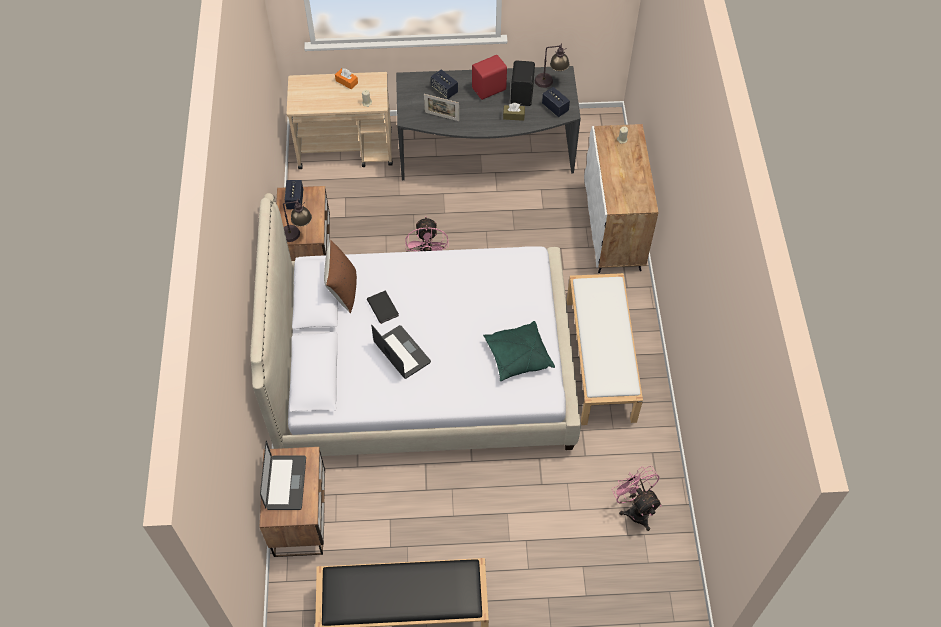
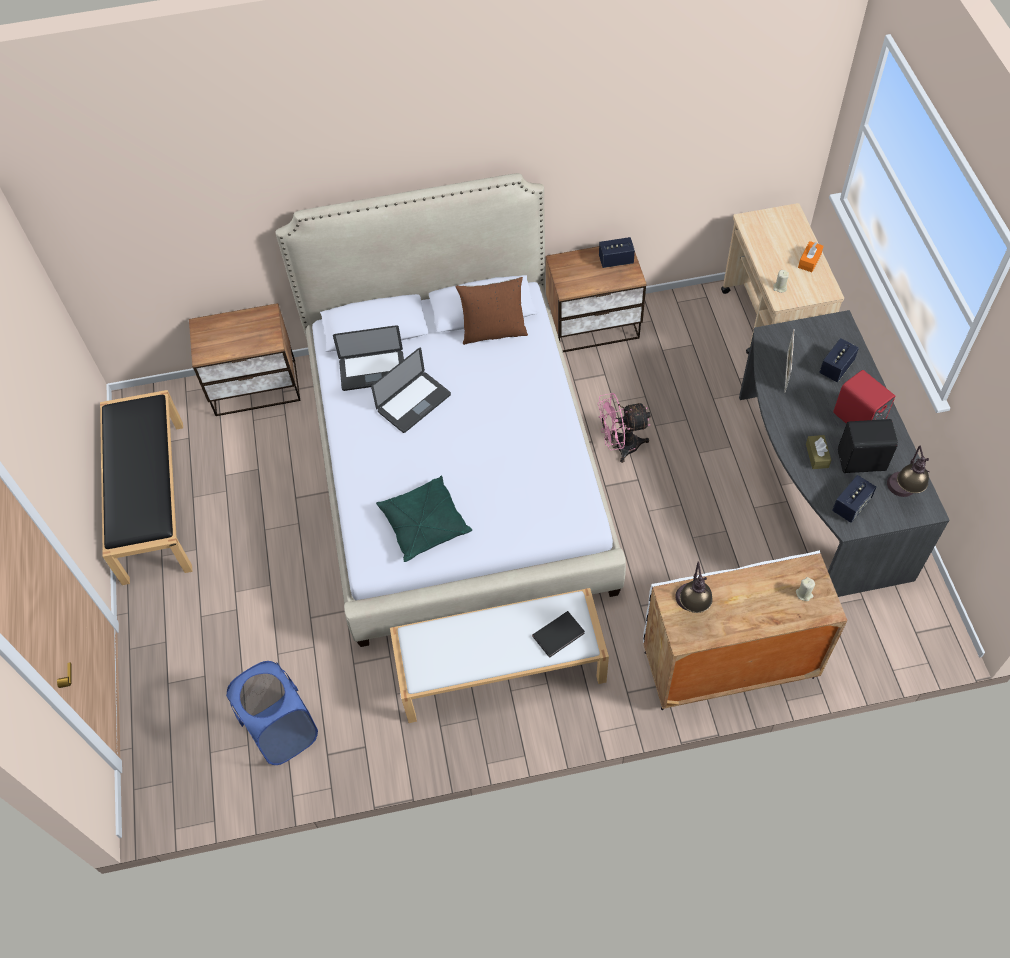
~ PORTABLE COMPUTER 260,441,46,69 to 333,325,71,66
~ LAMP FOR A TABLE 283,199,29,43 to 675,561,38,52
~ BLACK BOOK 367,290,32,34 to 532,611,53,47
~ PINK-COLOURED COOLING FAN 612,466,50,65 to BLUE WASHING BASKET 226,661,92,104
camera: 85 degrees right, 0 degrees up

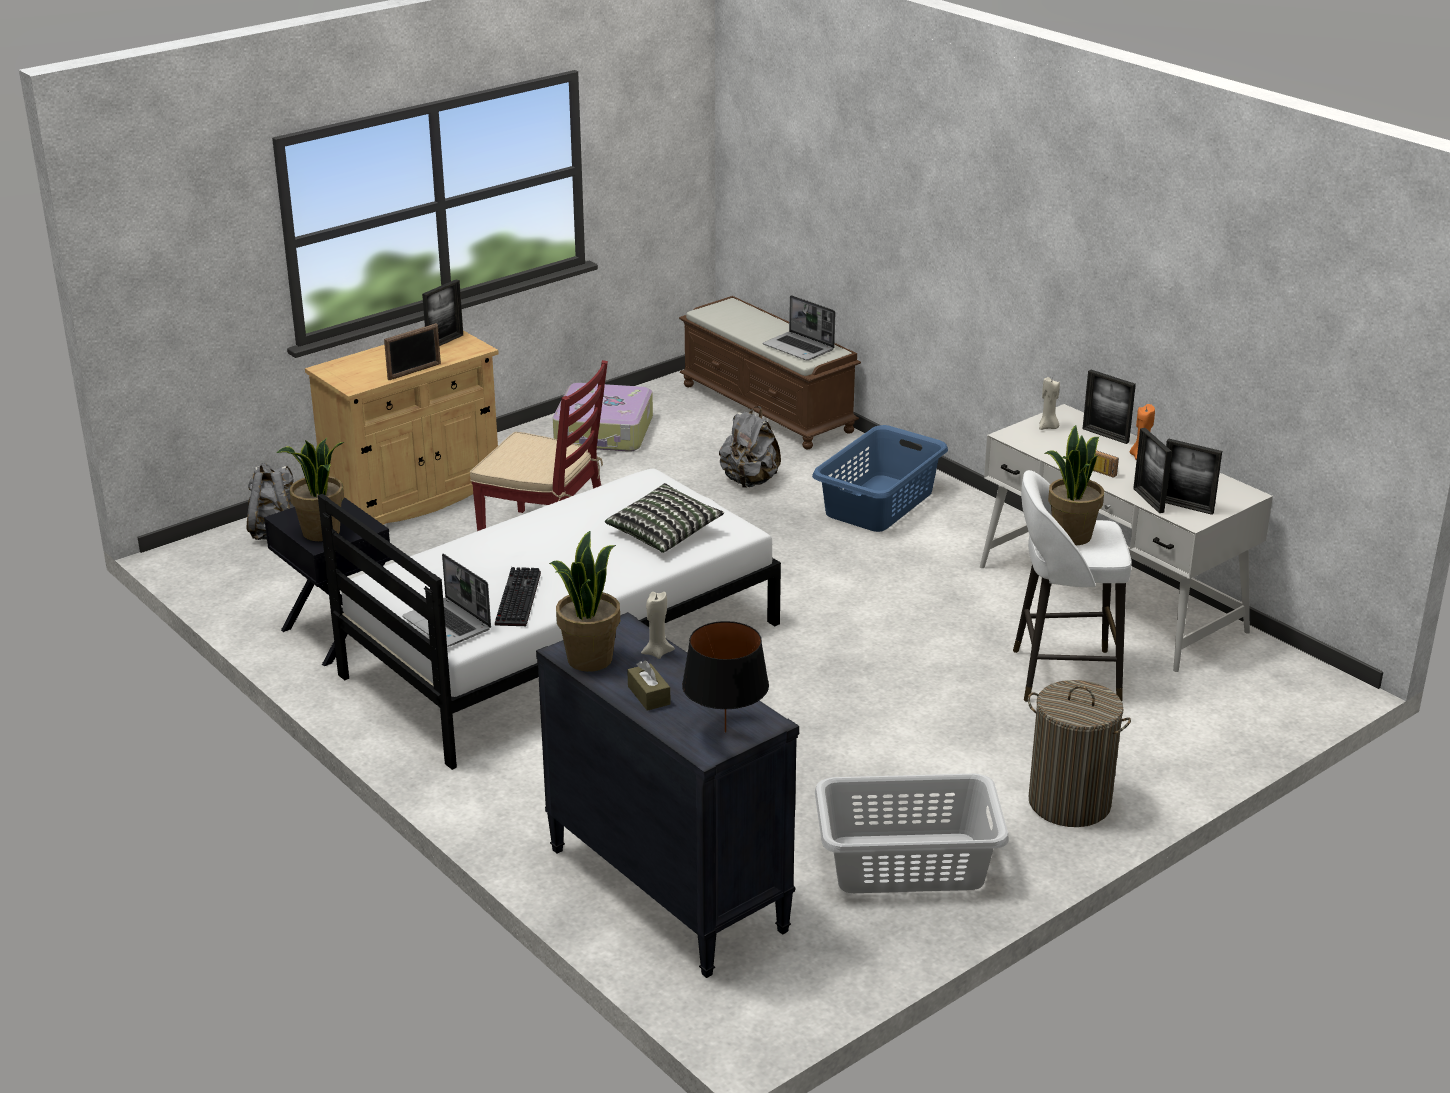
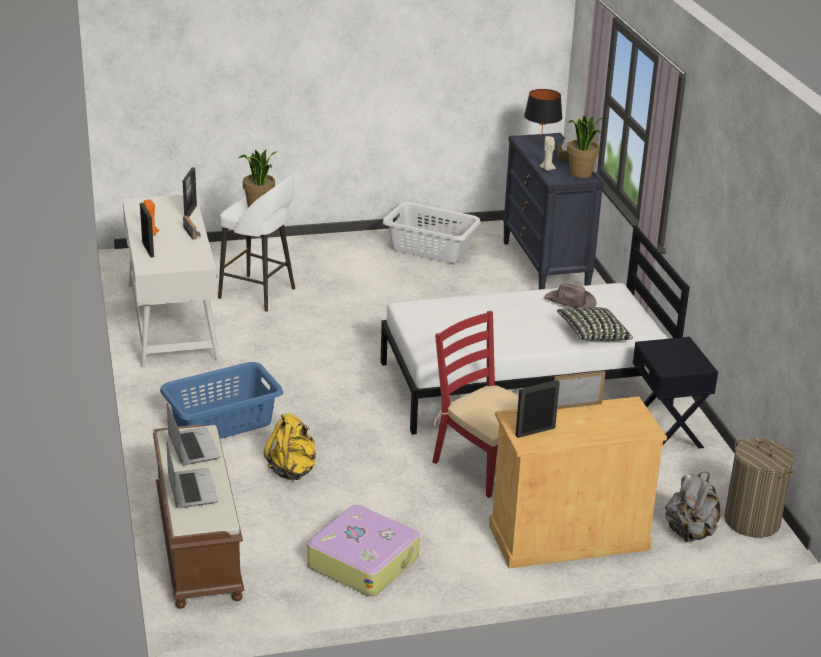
- PLANT IN A POT 276,438,68,103
~ PORTABLE COMPUTER 402,554,89,93 to 166,442,52,66
~ COMPUTER KEYBOARD 495,567,46,59 to BROWNISH WEARABLE HAT 544,283,52,25
~ CUSHION 605,483,119,70 to 557,307,76,34
~ GREY KNAPSACK 719,406,62,82 to YELLOW KNAPSACK 264,413,52,67
~ WASHING BASKET 1028,680,103,147 to 724,438,71,100
- SAND-COLOURED CANDLE 1039,377,21,53
- PICTURE FRAME 1166,439,56,76
camera: 155 degrees left, 0 degrees up

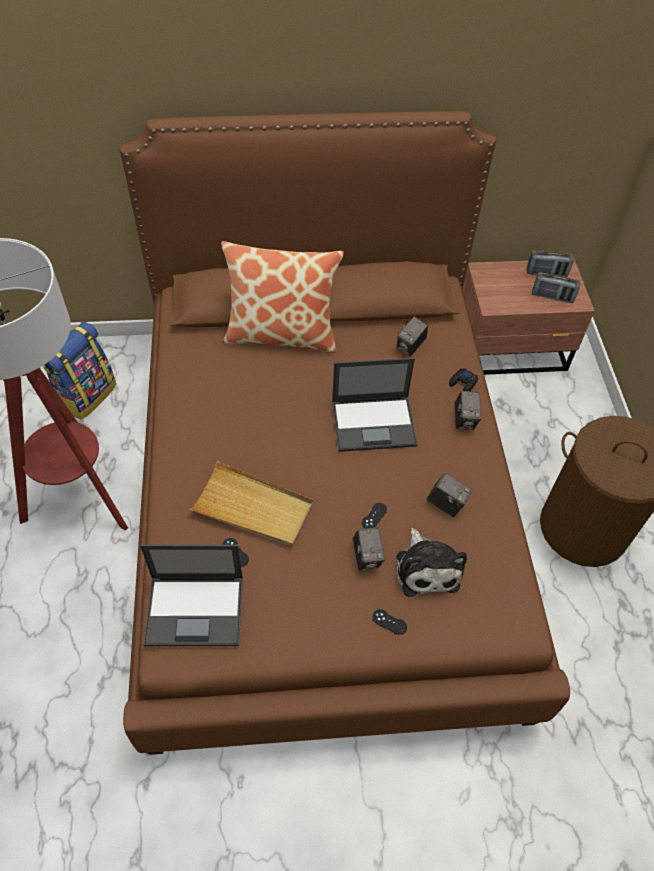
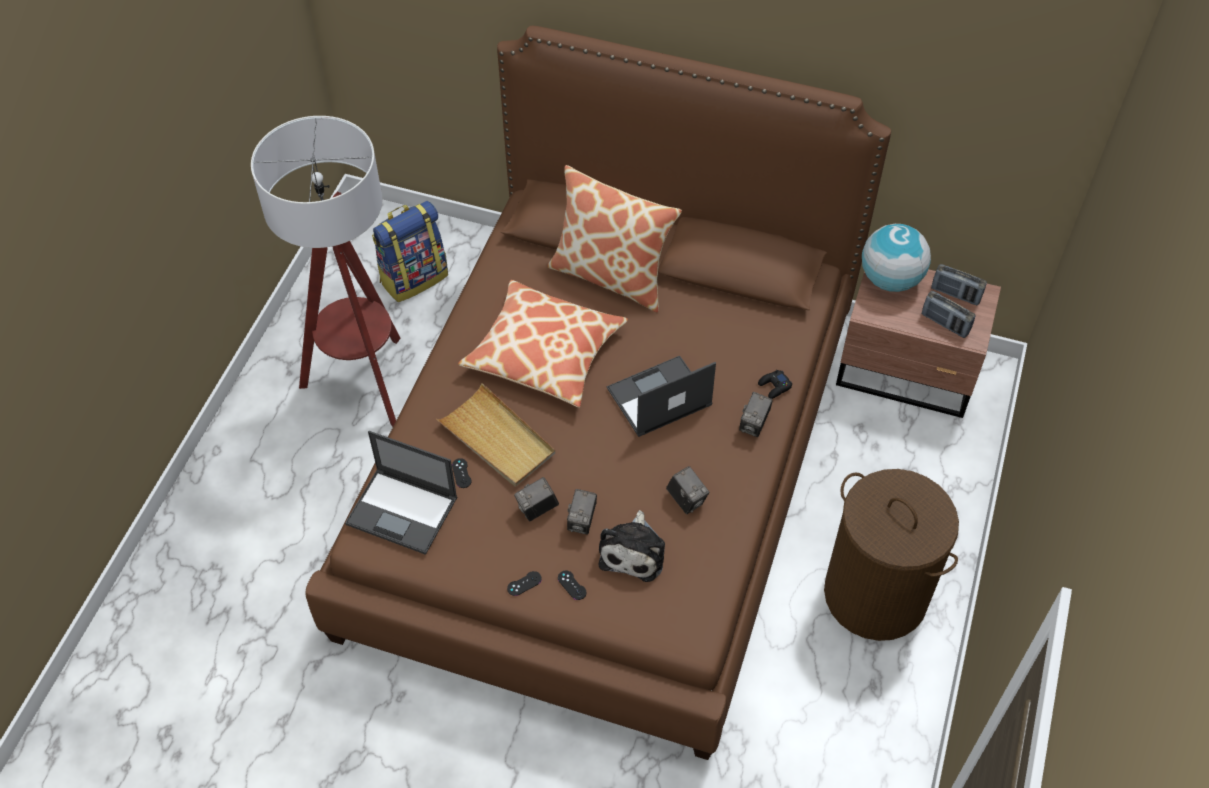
~ PORTABLE COMPUTER 332,358,86,94 = 606,356,110,81 135 degrees clockwise
~ BLACK JOYPAD 362,503,25,25 to 507,571,35,25
~ STILL CAMERA 397,317,31,40 to 514,477,45,44
+ CUSHION 458,280,170,127
+ GLOBE 862,224,69,68
camera: 25 degrees right, 0 degrees up

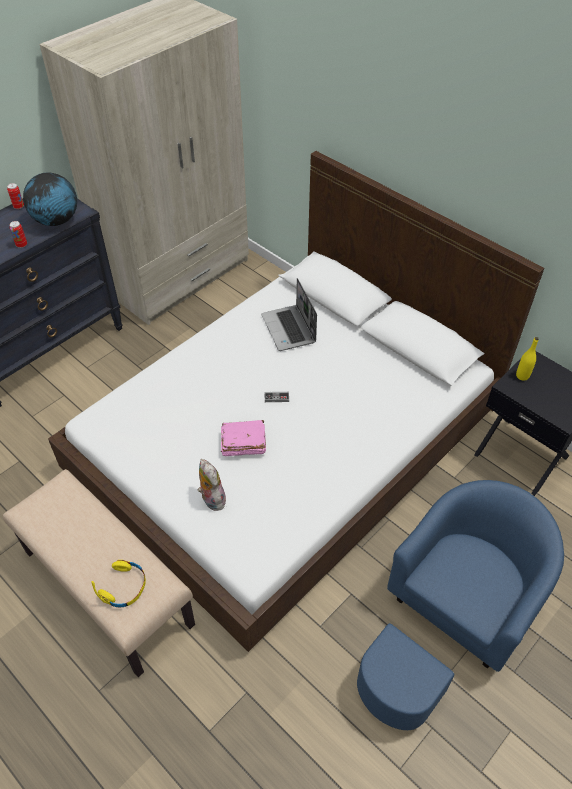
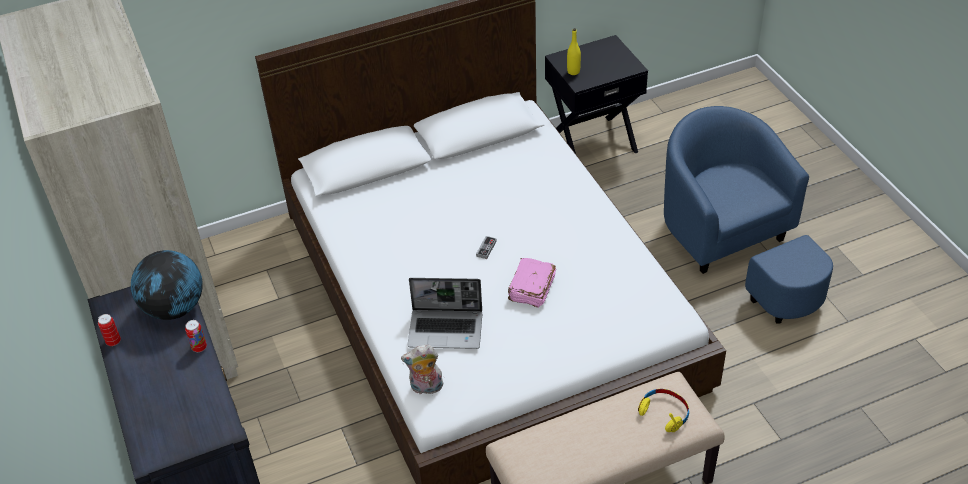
~ SOFT TOY 198,459,30,52 to 401,345,42,49
~ PORTABLE COMPUTER 262,278,55,73 to 408,278,74,71
camera: 65 degrees left, 5 degrees down

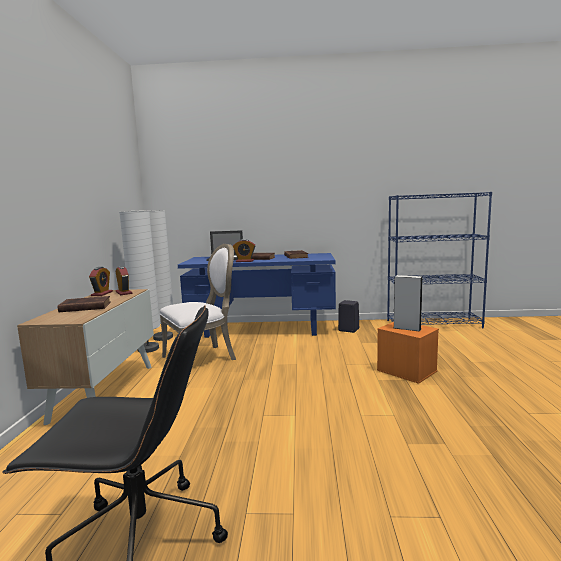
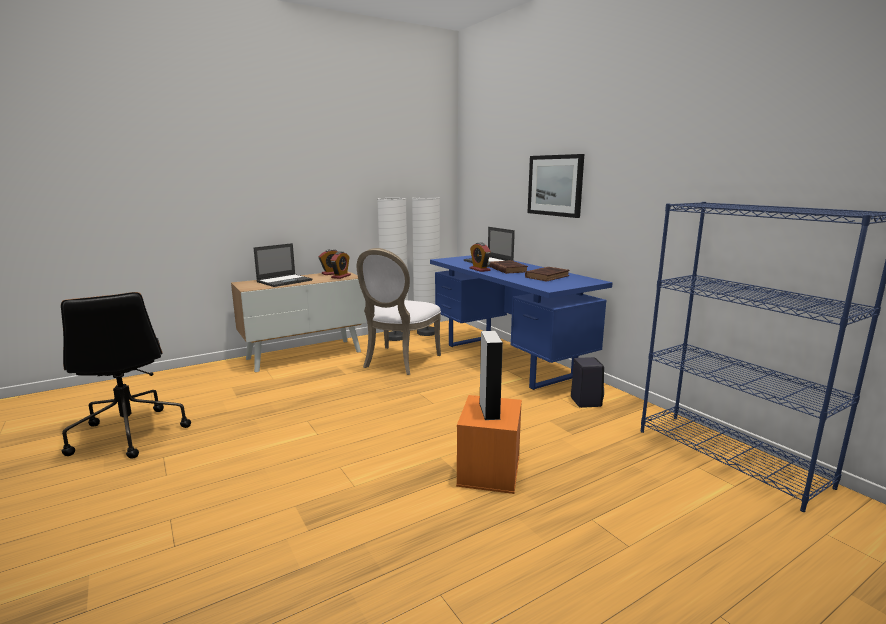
~ BROWNISH BOOK 58,296,53,16 to PORTABLE COMPUTER 254,243,58,44
~ WHITE PLAIN CHAIR 160,244,76,116 = 357,248,84,127 90 degrees clockwise
+ PICTURE 528,154,56,64
camera: 55 degrees right, 5 degrees up

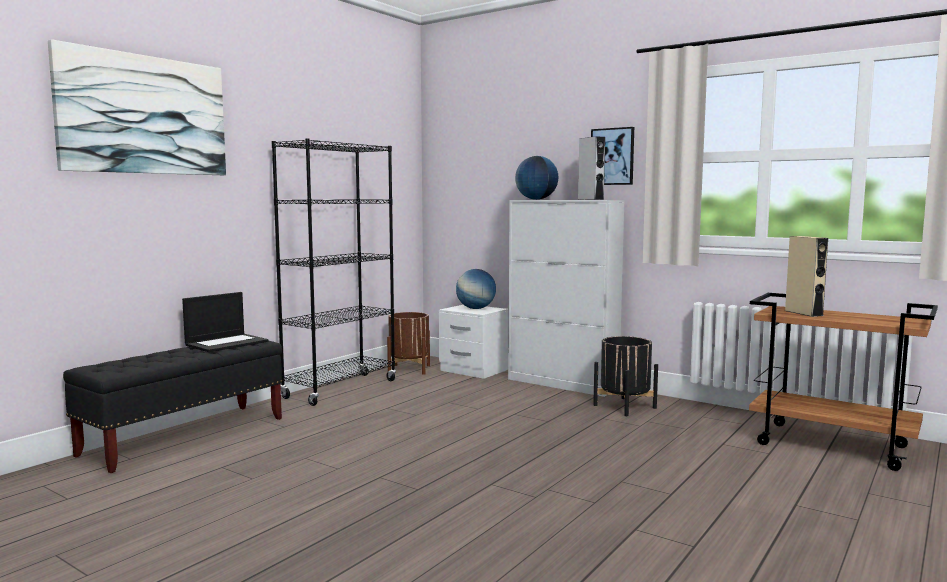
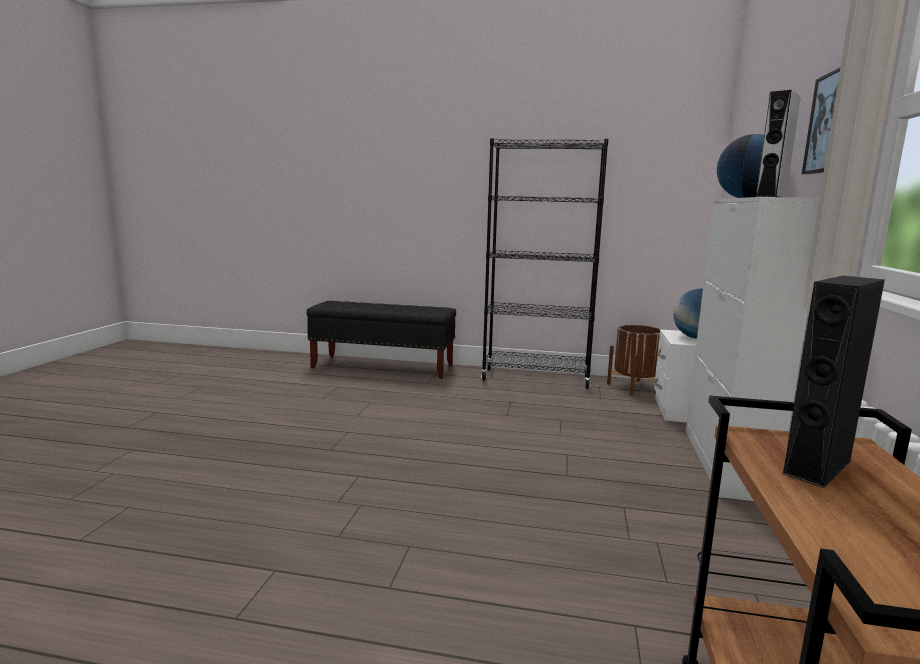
- PICTURE 48,39,178,136
- PORTABLE COMPUTER 182,292,86,60
- BLACK PLANT POT 593,336,65,80
~ SAND-COLOURED SPEAKER 785,236,43,81 to BLACK SPEAKER 782,276,103,212
camera: 65 degrees right, 5 degrees up

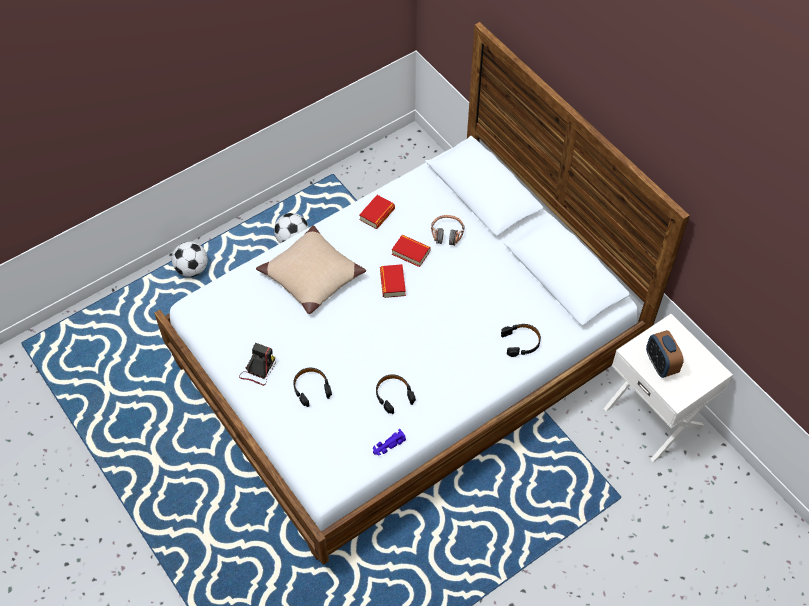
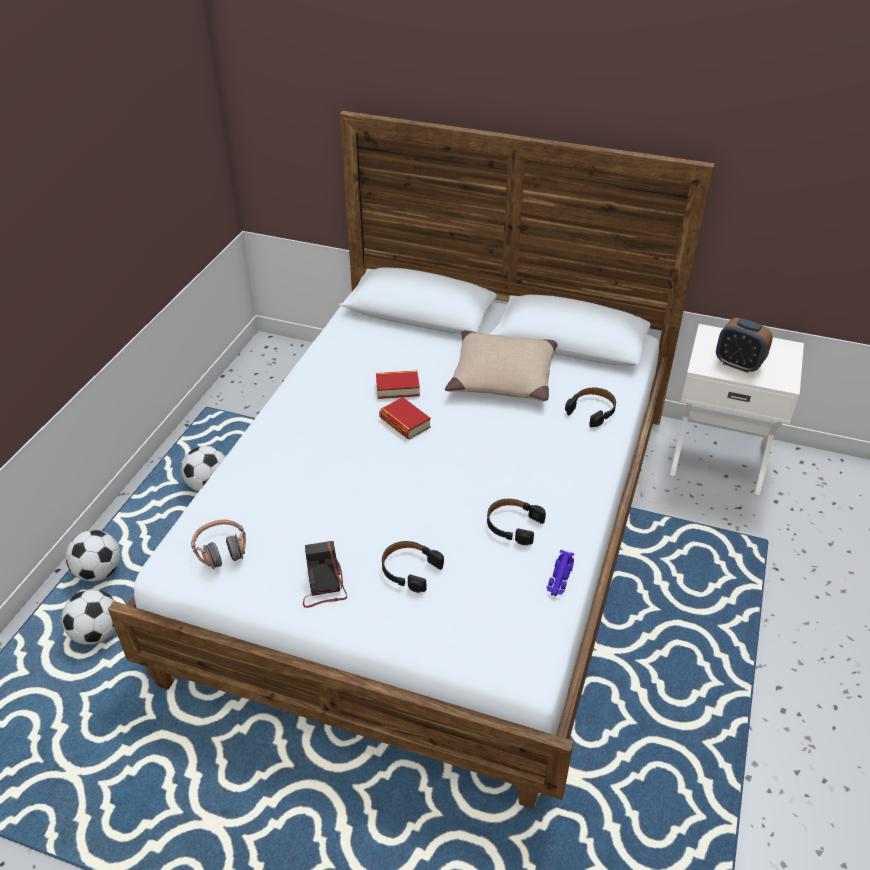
~ SAND-COLOURED CUSHION 256,226,110,88 to 445,330,112,71
- BOOK 359,195,36,34
~ PAIR OF HEADPHONES 431,215,33,31 to 191,520,55,49
+ FOOTBALL 61,589,54,56
camera: 35 degrees left, 15 degrees down

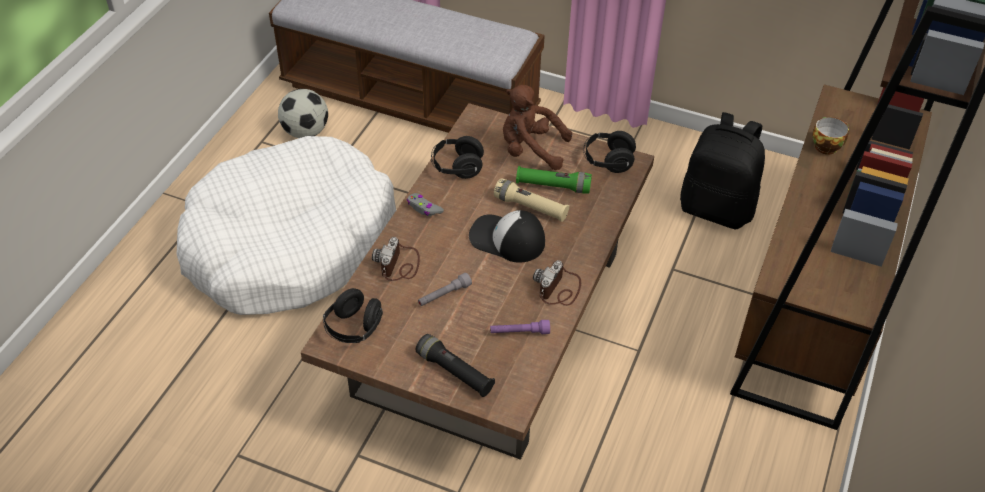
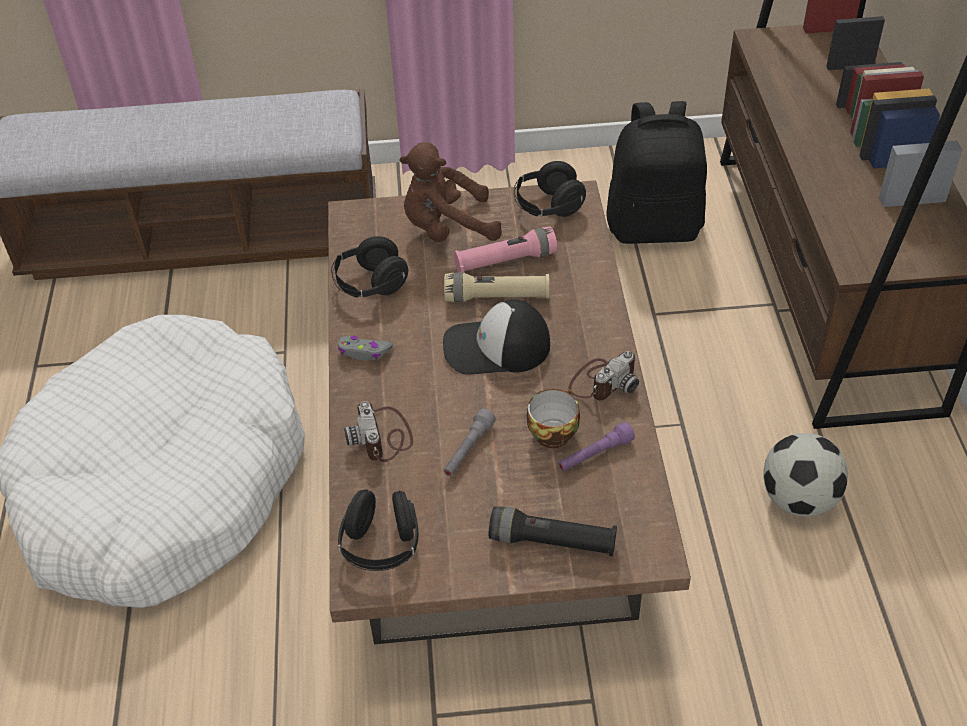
~ FOOTBALL 278,89,50,49 to 763,433,85,84
~ GREEN-COLOURED TORCH 516,166,76,27 to PINK-COLOURED TORCH 454,227,103,46
~ STILL CAMERA 533,260,48,46 = 569,351,70,50 135 degrees counterclockwise
~ SMALL CUP 812,117,37,38 to 527,389,53,59
camera: 25 degrees left, 0 degrees up

